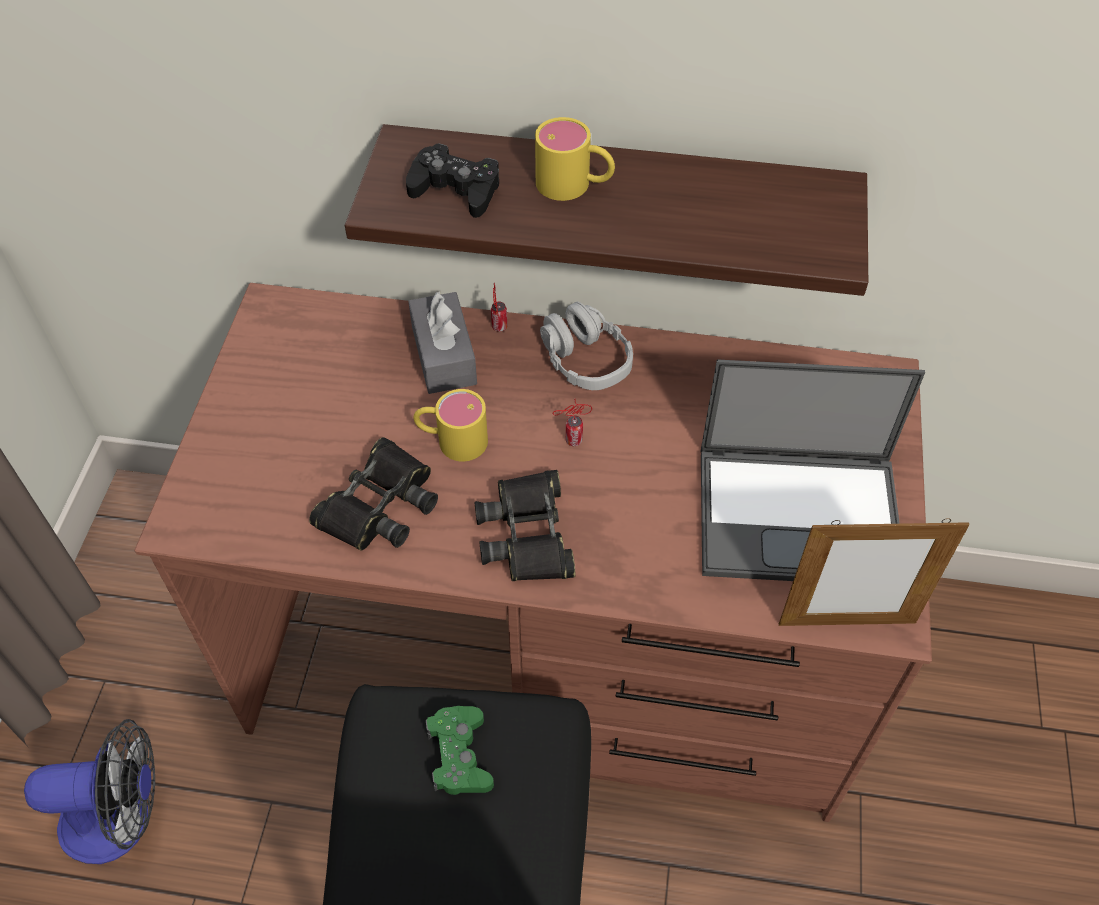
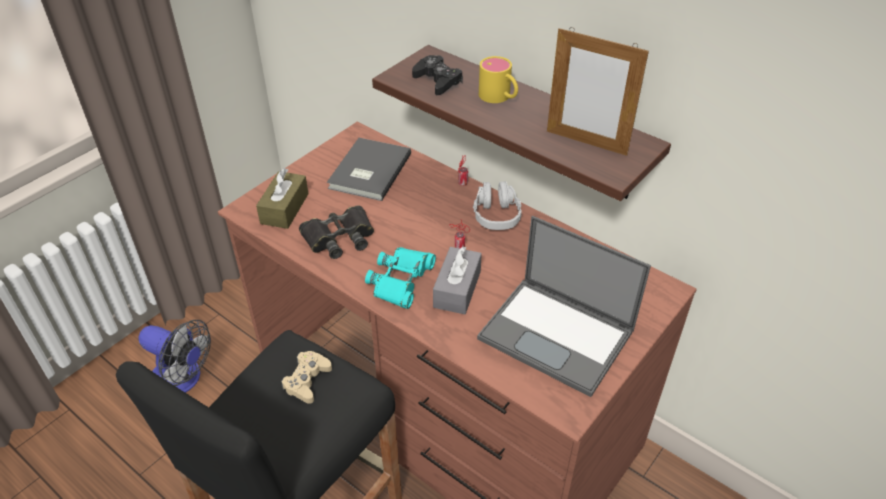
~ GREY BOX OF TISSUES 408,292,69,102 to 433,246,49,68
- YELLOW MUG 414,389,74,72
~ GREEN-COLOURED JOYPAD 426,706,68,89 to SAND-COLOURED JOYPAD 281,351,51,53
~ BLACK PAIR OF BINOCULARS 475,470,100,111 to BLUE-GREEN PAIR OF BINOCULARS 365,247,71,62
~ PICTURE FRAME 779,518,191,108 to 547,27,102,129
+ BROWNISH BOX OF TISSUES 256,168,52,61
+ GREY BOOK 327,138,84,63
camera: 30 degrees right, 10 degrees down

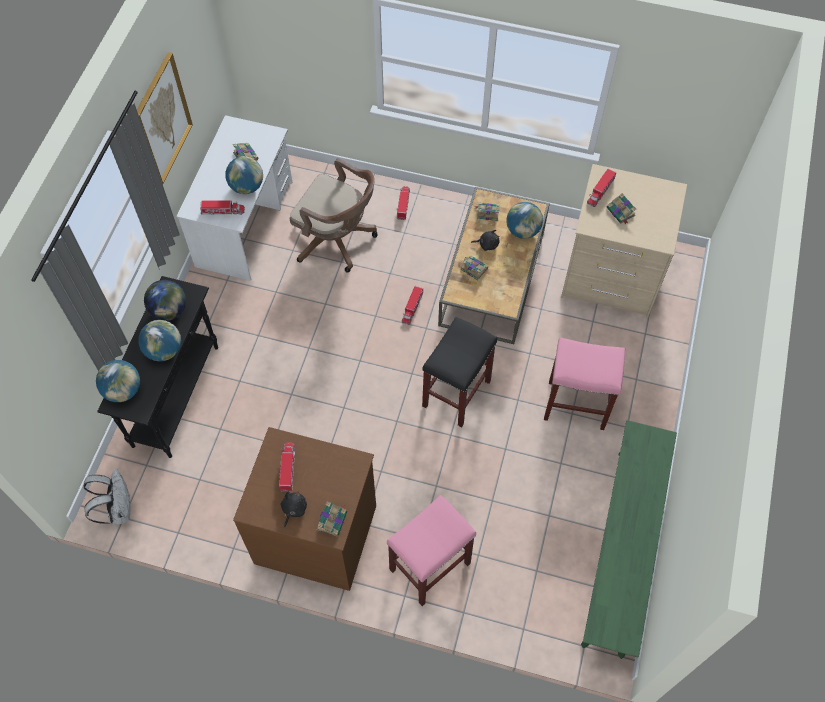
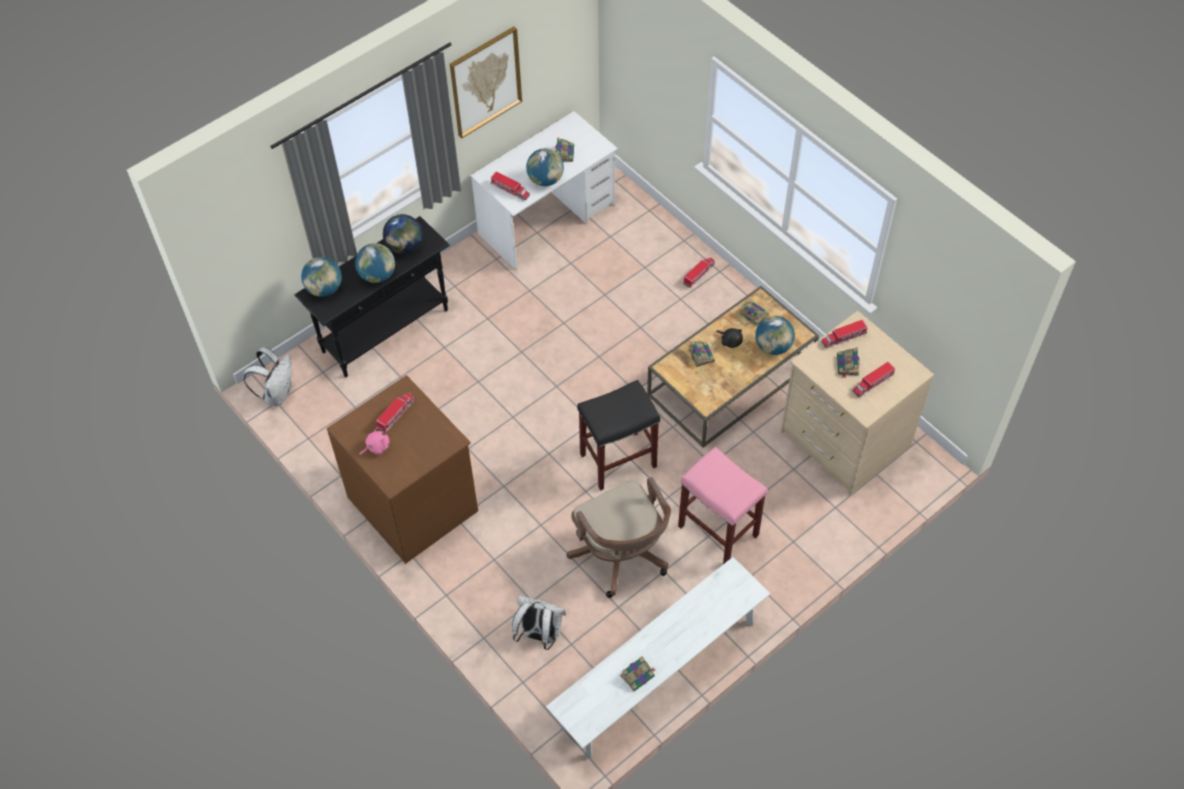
~ BLACK SOFT TOY 281,491,26,36 to PINK-COLOURED SOFT TOY 359,427,30,29
~ BROWNISH DESK CHAIR 290,158,88,115 to 567,477,104,121
~ BOOK 317,501,30,35 to 620,656,35,35
- PINK-COLOURED SITTING STOOL 387,495,89,111
~ TOY LORRY 402,286,21,39 to 853,362,42,35
~ GREEN-COLOURED LONG SEAT 581,420,96,239 to WHITE LONG SEAT 546,557,224,202
+ WHITE KNAPSACK 512,596,54,54
camera: 35 degrees right, 5 degrees down

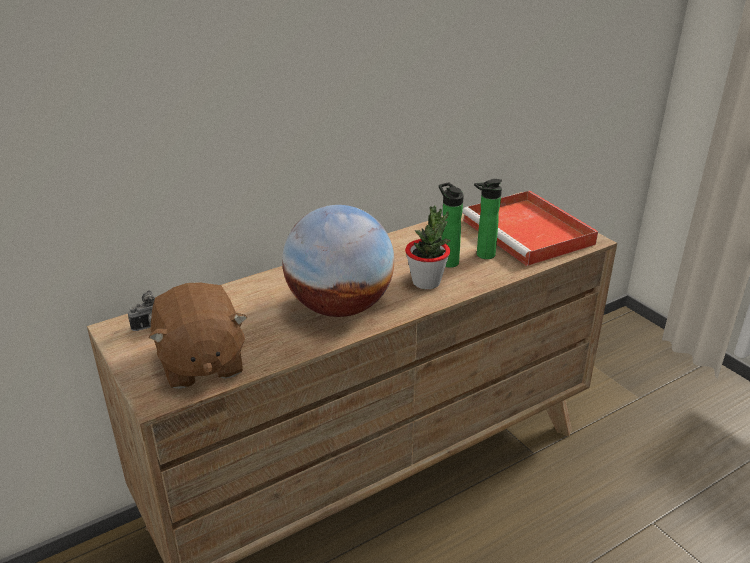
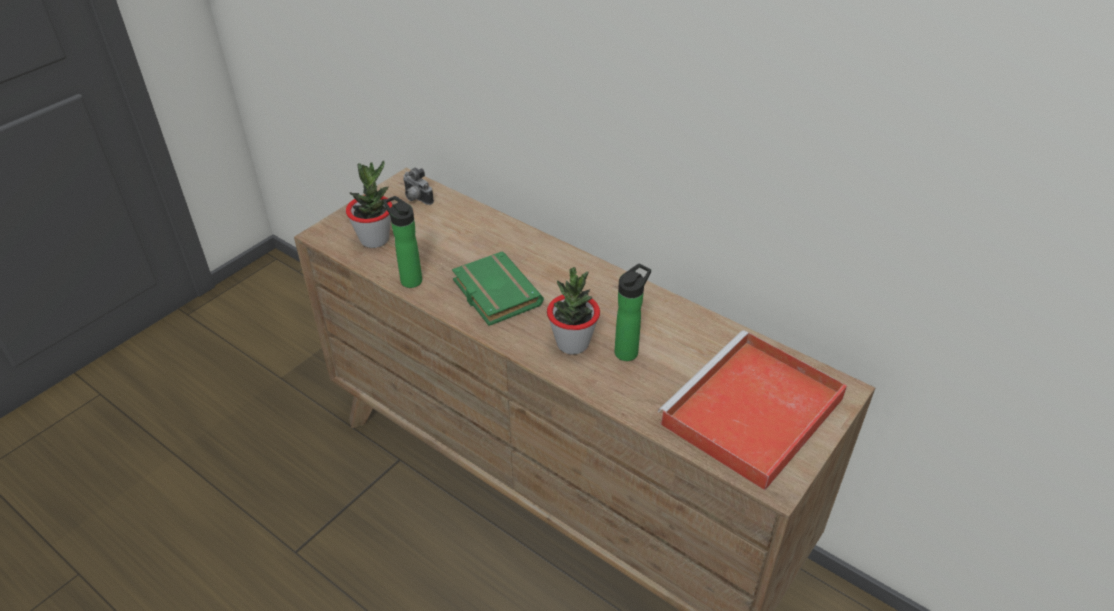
~ BROWNISH SOFT TOY 149,282,99,107 to PLANT IN A POT 346,161,46,87
~ GLOBE 282,205,112,112 to GREEN-COLOURED BOOK 452,251,92,75
~ BOTTLE 474,179,28,80 to 383,196,39,92
camera: 70 degrees right, 10 degrees up

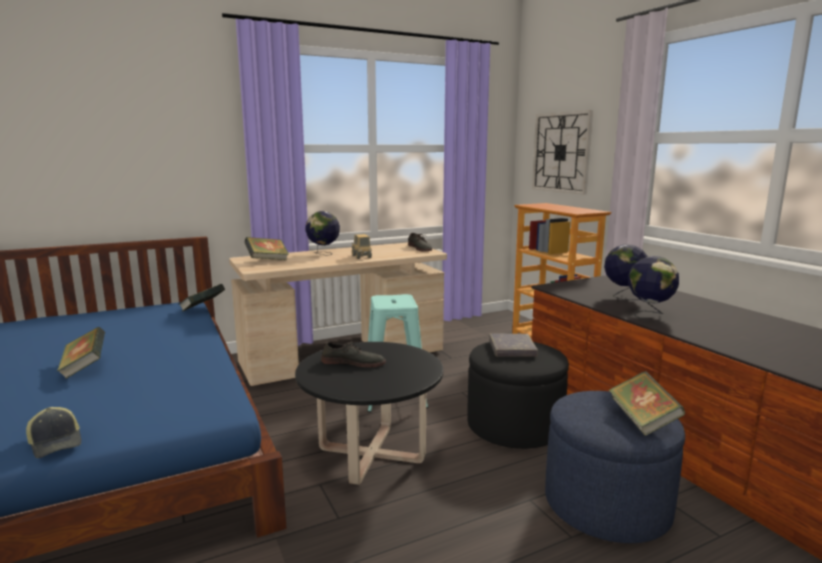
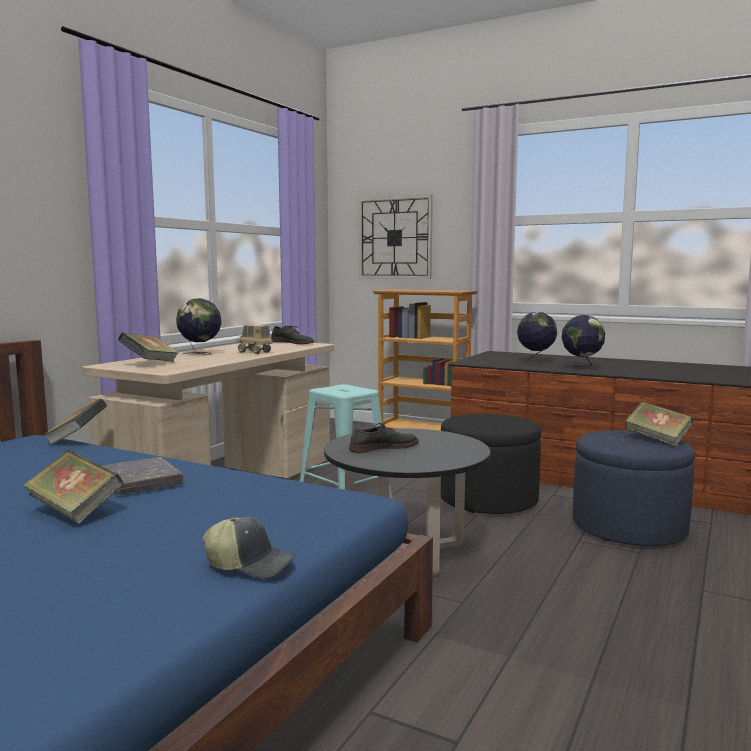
~ GREY BOOK 489,333,49,24 to 102,457,81,38
camera: 35 degrees left, 5 degrees down

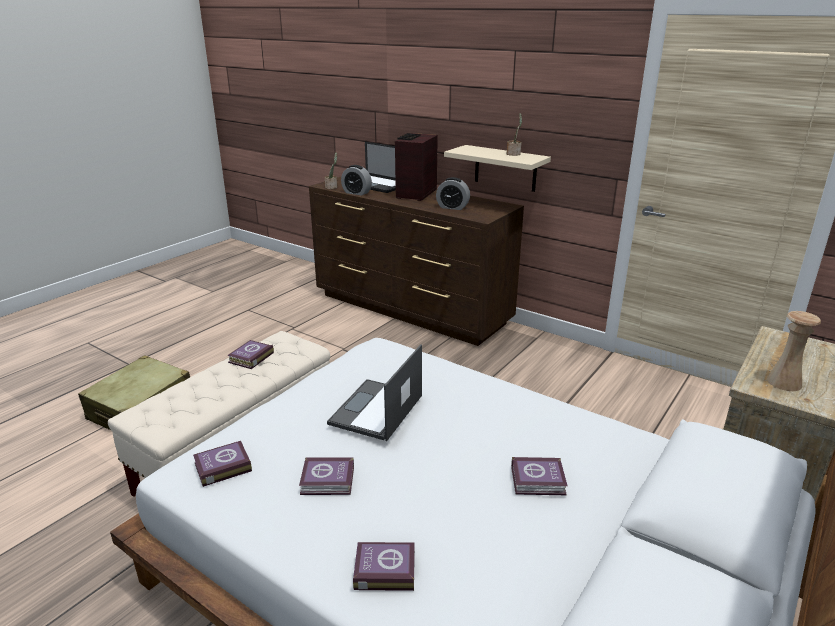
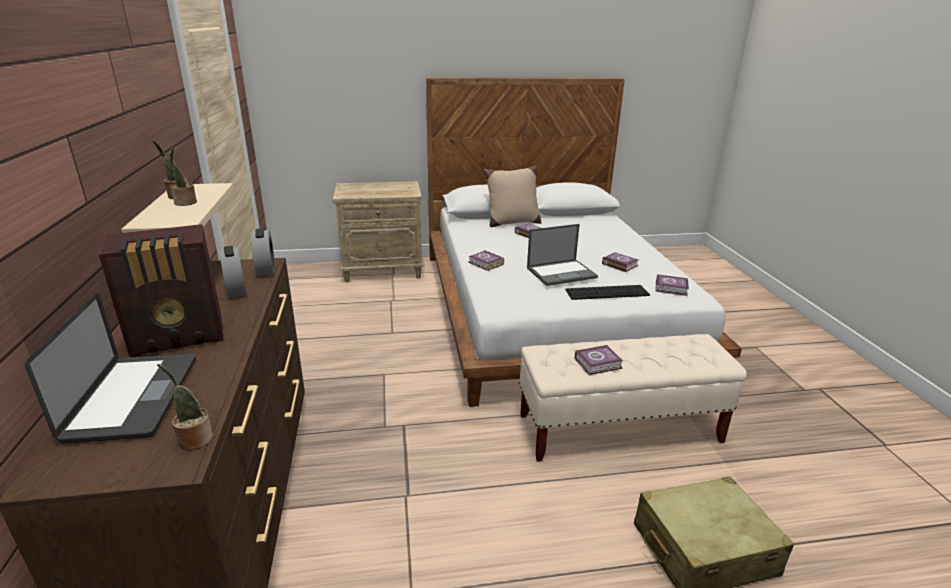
~ ALARM CLOCK 341,165,31,31 to 251,228,24,48
~ BOOK 353,542,62,49 to 468,250,36,21
- SAND-COLOURED FLOWER VASE 767,311,54,80
+ PLANT IN A POT 170,147,27,59
+ SAND-COLOURED CUSHION 483,166,59,61
+ COMPUTER KEYBOARD 565,285,85,15
camera: 135 degrees left, 0 degrees up

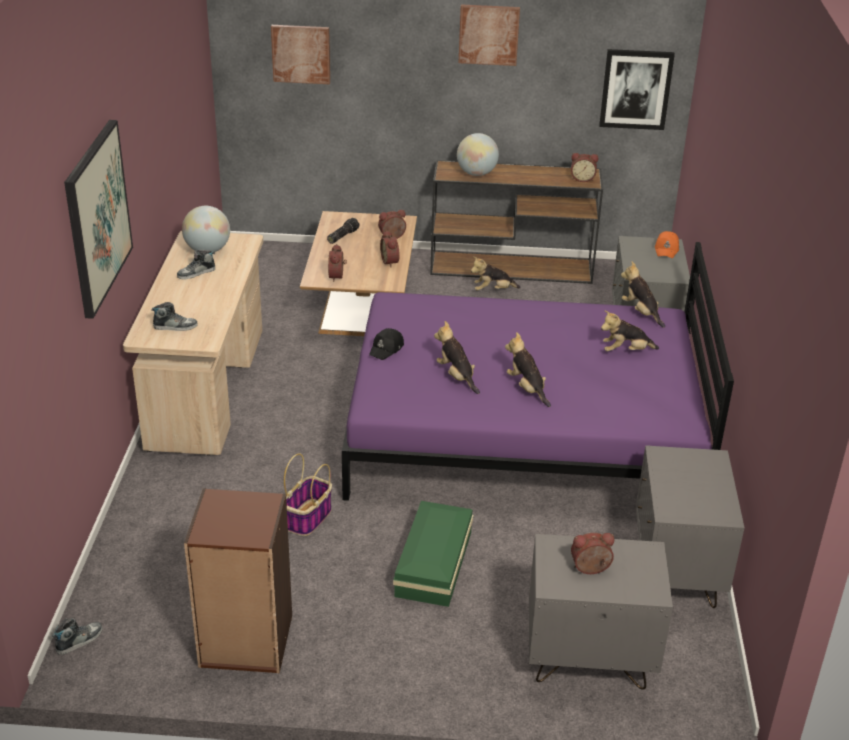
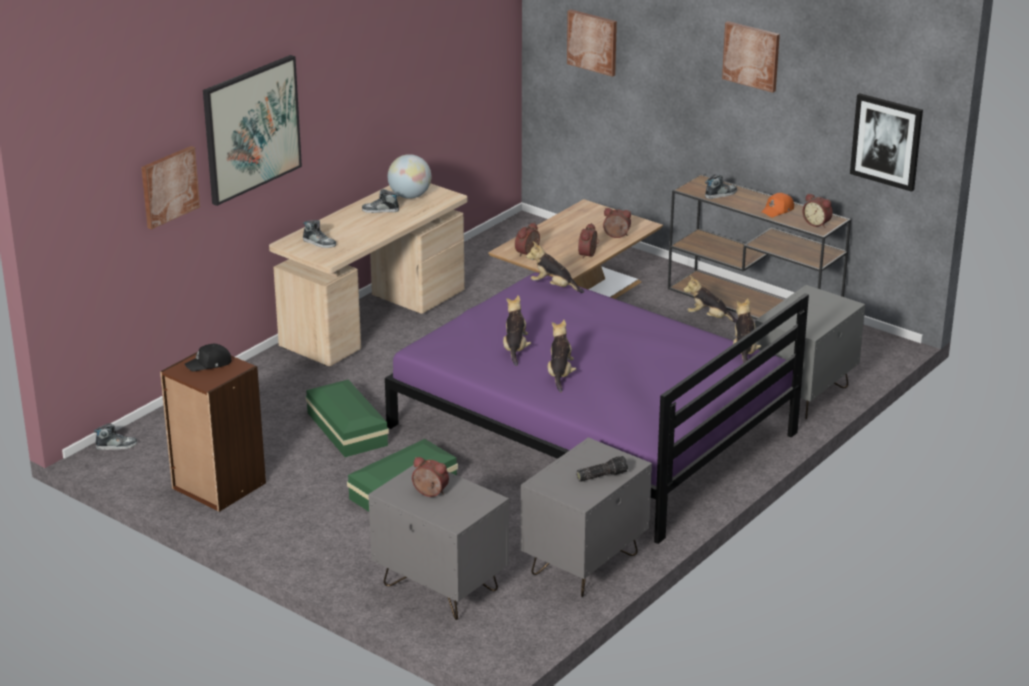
~ BASKET 284,453,48,83 to GREEN-COLOURED STORAGE CONTAINER 305,380,84,77
~ TORCH 327,218,33,26 to 576,456,52,26
~ BLACK PEAKED CAP 369,328,35,32 to 184,344,48,28
~ GLOBE 457,133,42,43 to LOW SHOE 705,174,32,25
~ SOFT TOY 601,310,58,41 to 526,241,58,52
~ ORANGE-COLOURED PEAKED CAP 655,231,24,27 to 761,193,33,24
+ PICTURE 141,146,59,84
camera: 35 degrees right, 5 degrees down

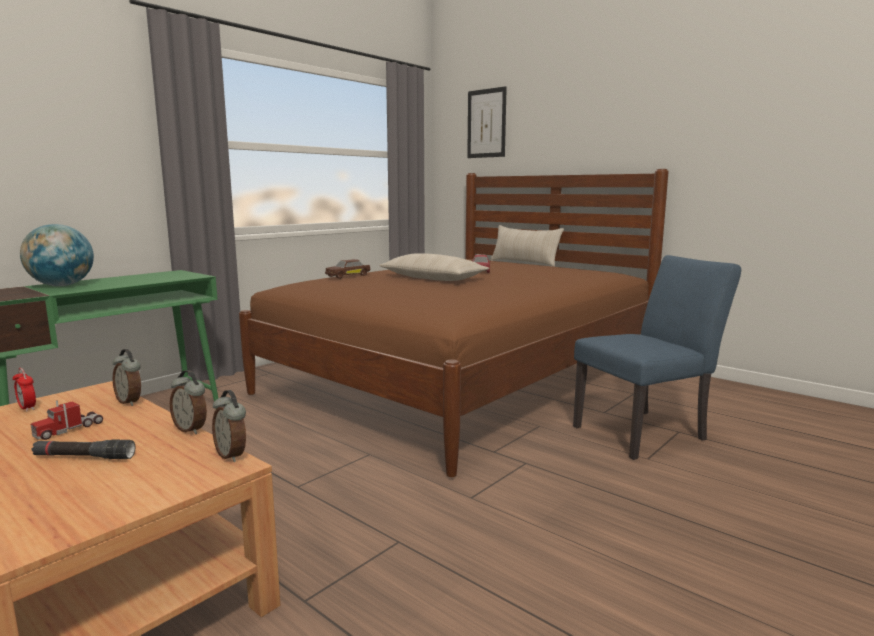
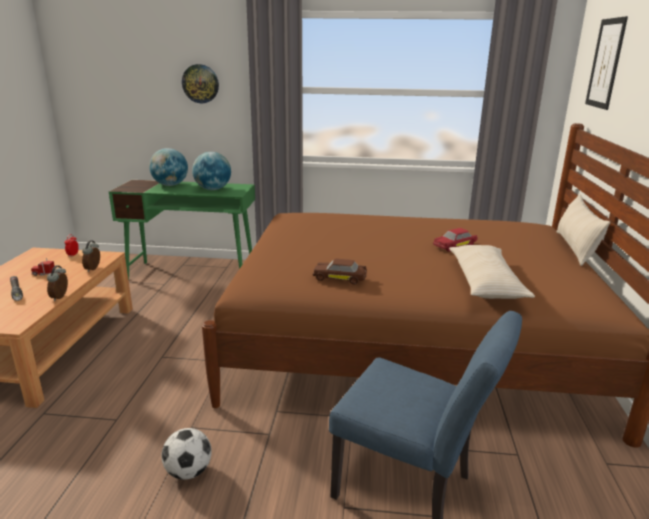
- ALARM CLOCK 212,390,34,72
~ BROWNISH MINIATURE CAR 325,259,46,20 to 313,258,54,27
~ SAND-COLOURED CUSHION 379,253,110,28 to 449,245,86,54
+ FOOTBALL 161,428,51,52
+ WALL CLOCK 182,64,37,39
+ GLOBE 192,152,39,38
camera: 55 degrees right, 10 degrees up

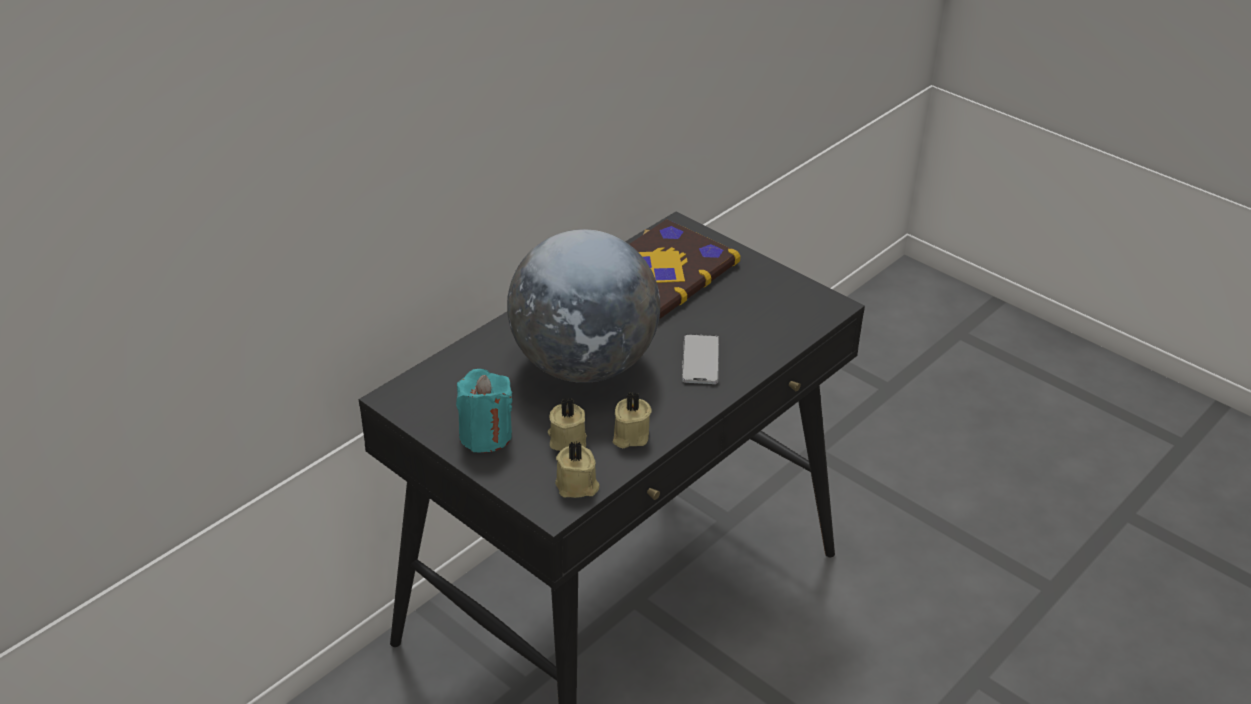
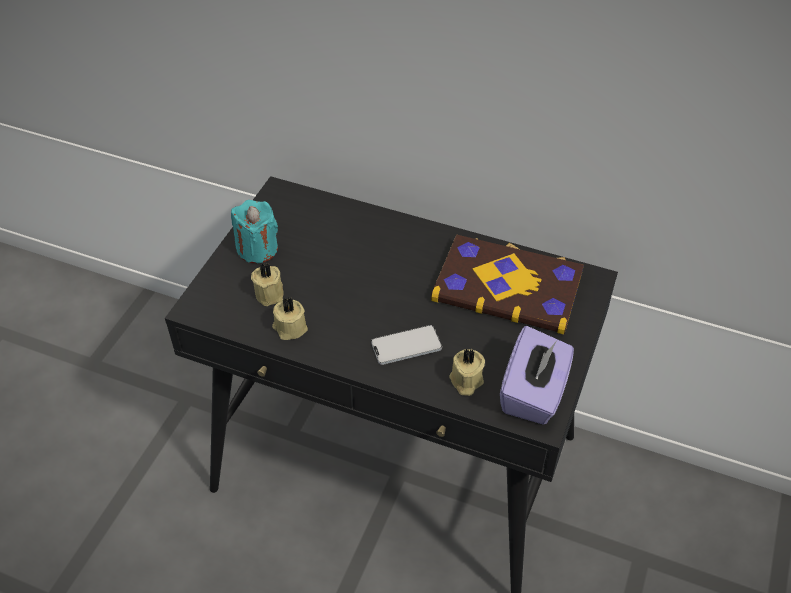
- GLOBE 507,229,153,154
~ SAND-COLOURED CANDLE 555,442,44,56 to 449,348,36,48
+ PURPLISH BOX OF TISSUES 500,326,74,98
camera: 70 degrees right, 10 degrees up

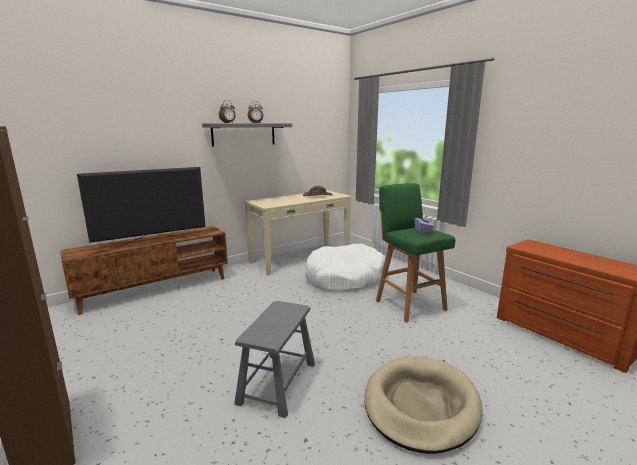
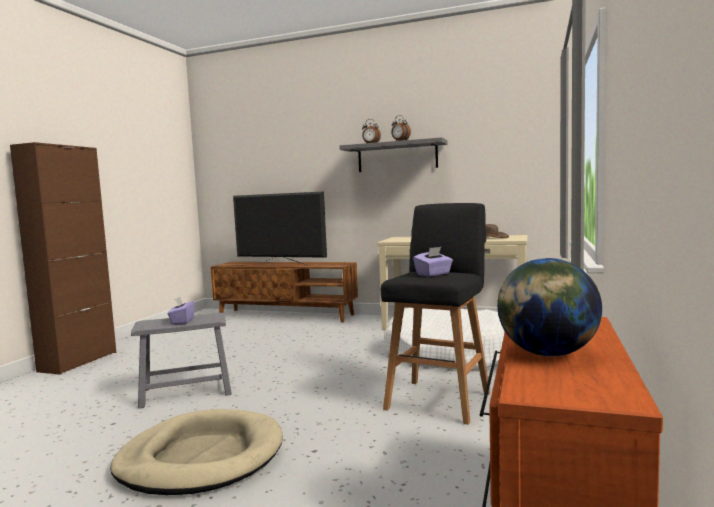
~ GREEN-COLOURED SITTING STOOL 376,183,79,140 to BLACK SITTING STOOL 381,203,109,222
+ PURPLISH BOX OF TISSUES 168,296,27,28
+ GLOBE 497,258,105,98
camera: 55 degrees right, 10 degrees down

